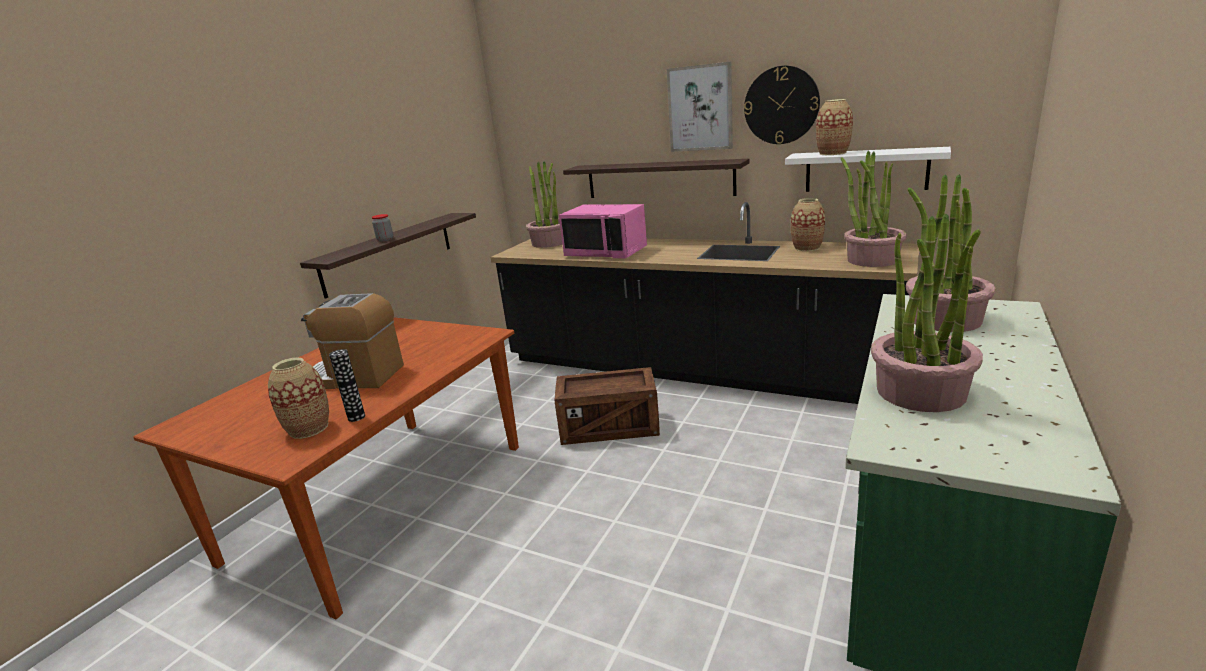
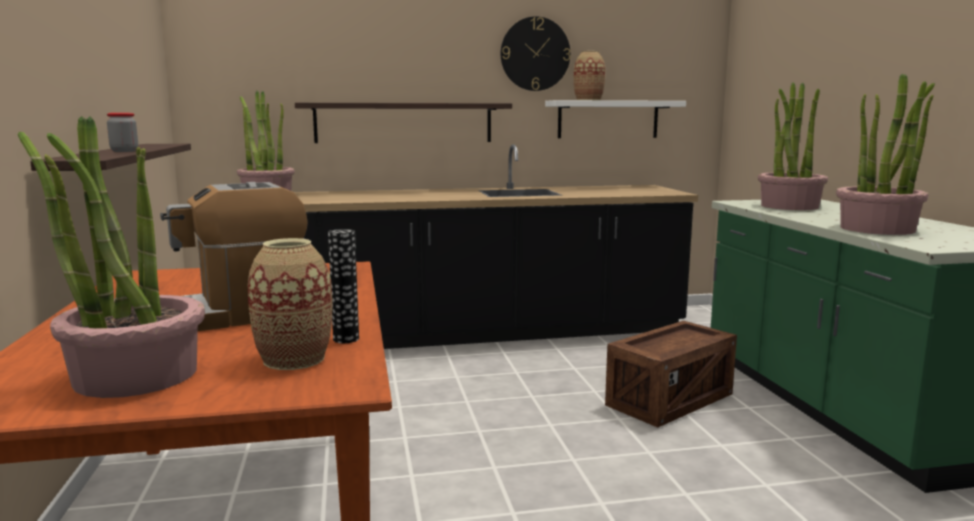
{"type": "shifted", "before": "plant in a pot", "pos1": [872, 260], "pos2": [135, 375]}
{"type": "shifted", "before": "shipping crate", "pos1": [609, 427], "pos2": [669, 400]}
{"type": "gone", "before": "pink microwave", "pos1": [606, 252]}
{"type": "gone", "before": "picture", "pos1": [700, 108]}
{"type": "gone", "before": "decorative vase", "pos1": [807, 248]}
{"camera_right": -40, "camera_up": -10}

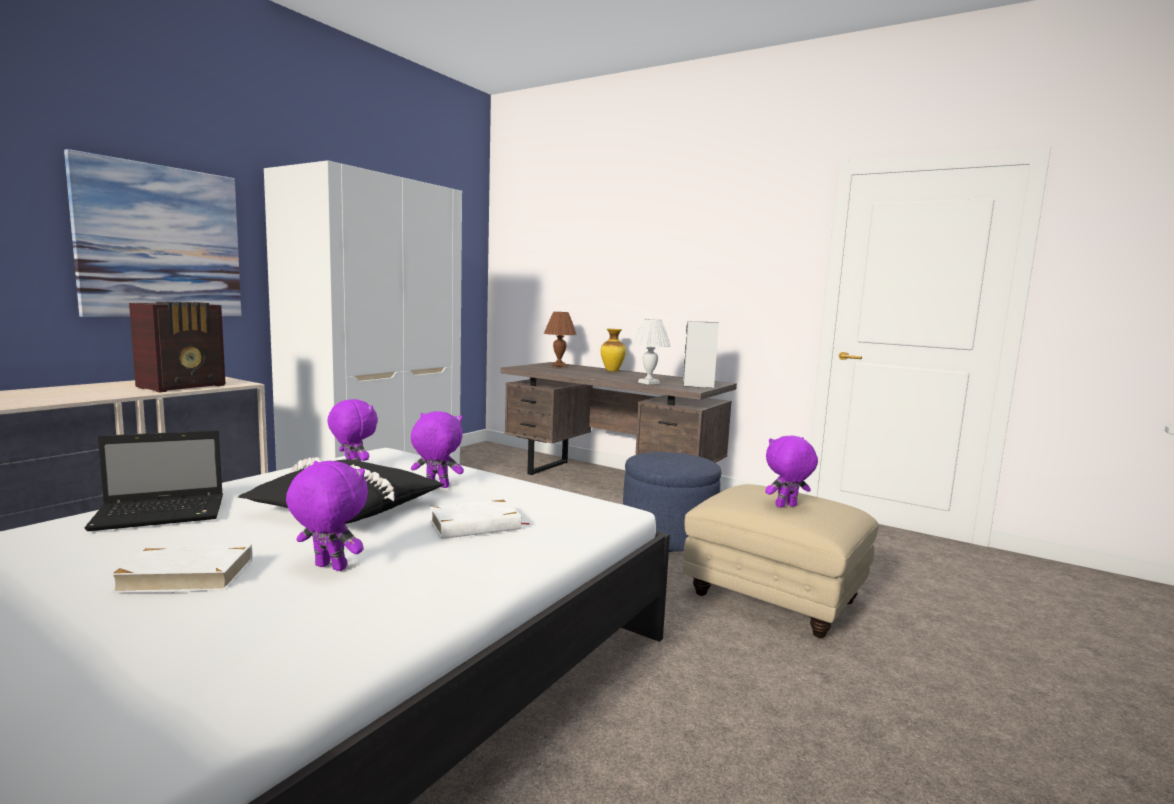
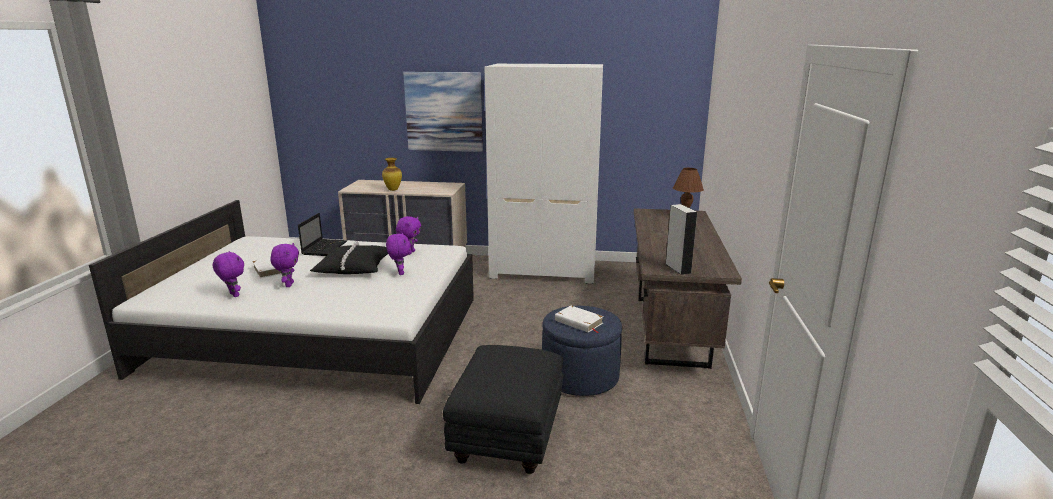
{"type": "shifted", "before": "purple-coloured soft toy", "pos1": [786, 506], "pos2": [233, 295]}
{"type": "rotated", "before": "portable computer", "pos1": [163, 514], "pos2": [325, 248], "turn": -120}
{"type": "shifted", "before": "decorative vase", "pos1": [612, 371], "pos2": [393, 190]}
{"type": "repainted", "before": "beige-coloured footrest", "after": "black footrest", "pos1": [775, 599], "pos2": [507, 438]}
{"type": "shifted", "before": "white-coloured volume", "pos1": [475, 525], "pos2": [579, 322]}
{"type": "gone", "before": "radio set", "pos1": [184, 386]}
{"type": "gone", "before": "white-coloured tabletop lamp", "pos1": [648, 383]}
{"camera_right": 65, "camera_up": 10}

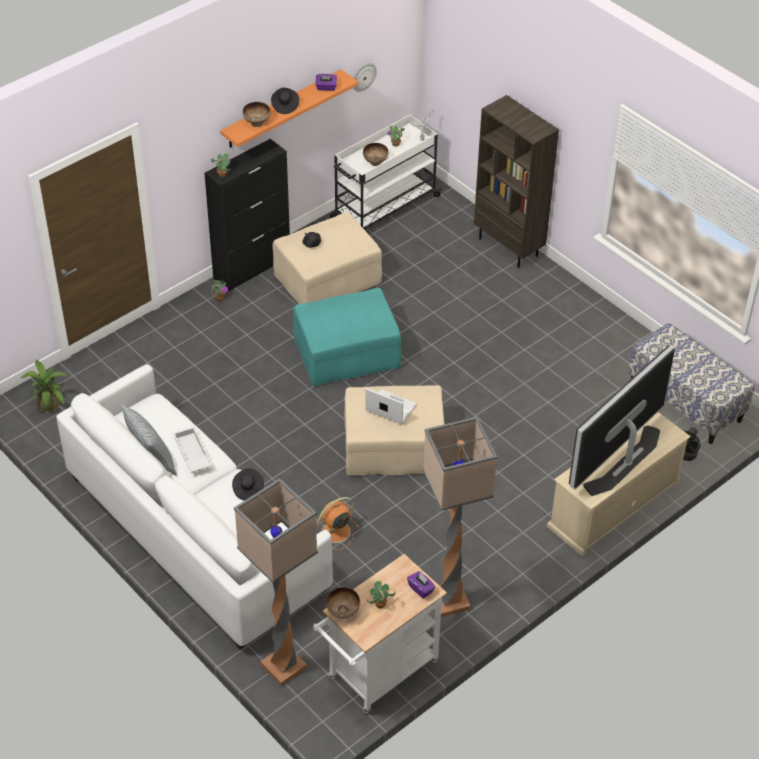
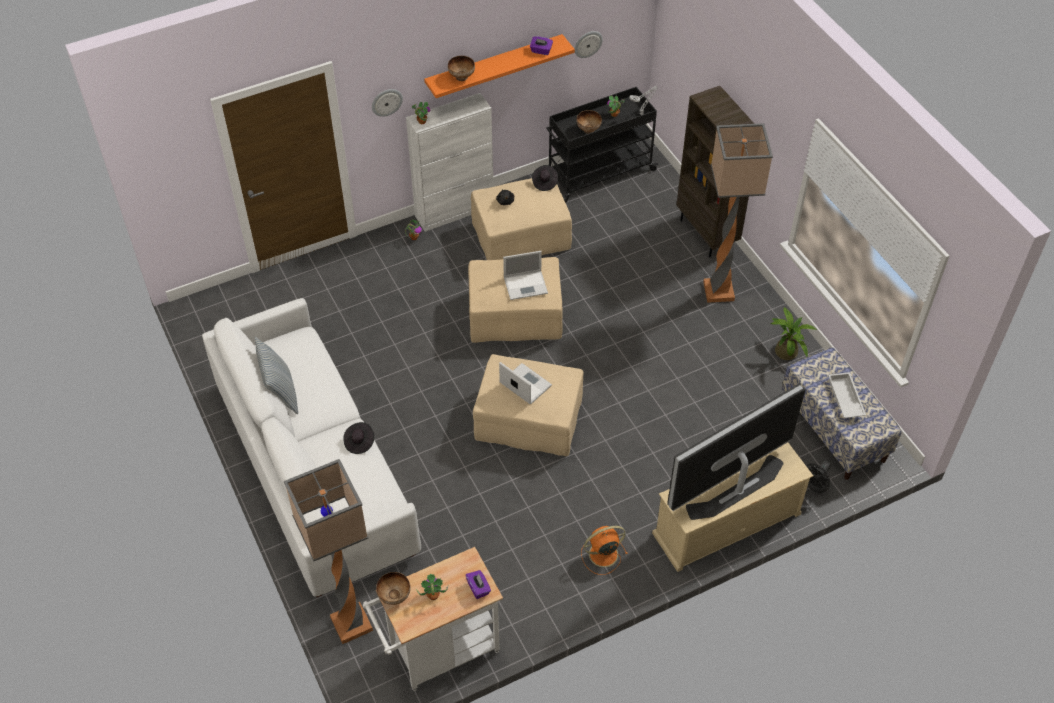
{"type": "new", "after": "hanging clock", "pos2": [386, 102]}
{"type": "repainted", "before": "black cupboard", "after": "white-coloured cupboard", "pos1": [252, 267], "pos2": [455, 211]}
{"type": "repainted", "before": "turquoise-coloured footrest", "after": "beige-coloured footrest", "pos1": [347, 354], "pos2": [515, 315]}
{"type": "new", "after": "portable computer", "pos2": [526, 285]}
{"type": "shifted", "before": "black clothing hat", "pos1": [285, 106], "pos2": [544, 182]}
{"type": "repainted", "before": "white-coloured trolley", "after": "black trolley", "pos1": [384, 208], "pos2": [598, 173]}
{"type": "shifted", "before": "orange-coloured cooling fan", "pos1": [335, 532], "pos2": [602, 555]}
{"type": "shifted", "before": "standard lamp", "pos1": [449, 602], "pos2": [718, 292]}
{"type": "shifted", "before": "plant in a pot", "pos1": [48, 403], "pos2": [786, 350]}
{"type": "shifted", "before": "white-coloured tray", "pos1": [192, 453], "pos2": [844, 398]}
{"camera_right": 15, "camera_up": 5}

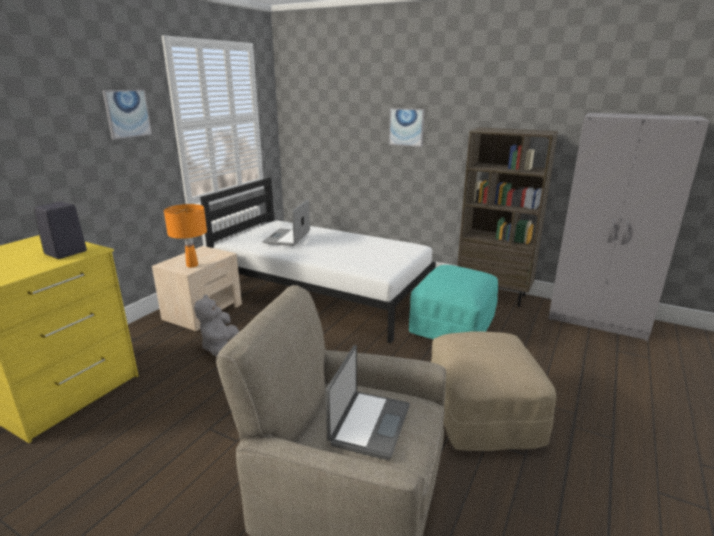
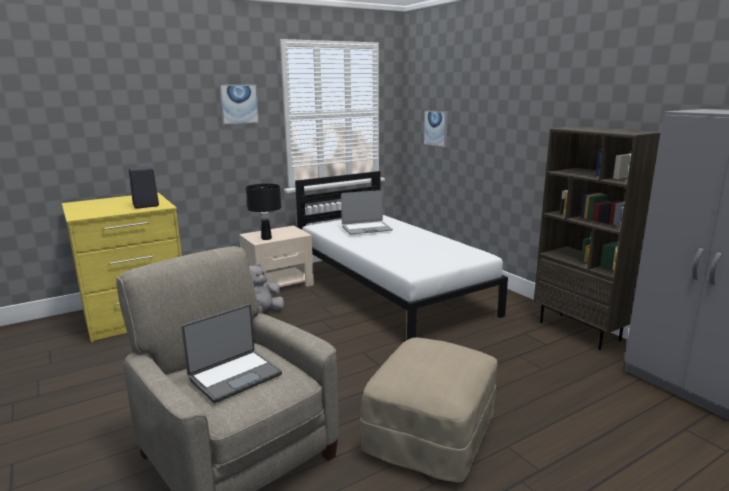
{"type": "repainted", "before": "orange-coloured tabletop lamp", "after": "black tabletop lamp", "pos1": [192, 265], "pos2": [266, 238]}
{"type": "rotated", "before": "portable computer", "pos1": [287, 238], "pos2": [366, 229], "turn": -150}
{"type": "shifted", "before": "picture", "pos1": [406, 127], "pos2": [436, 128]}
{"type": "gone", "before": "turquoise-coloured footrest", "pos1": [452, 326]}
{"camera_right": 30, "camera_up": -5}

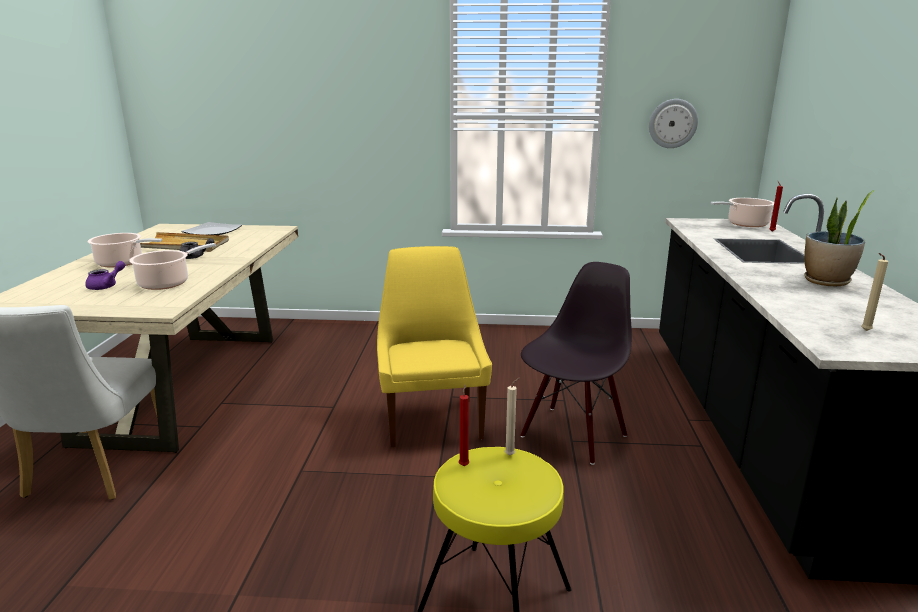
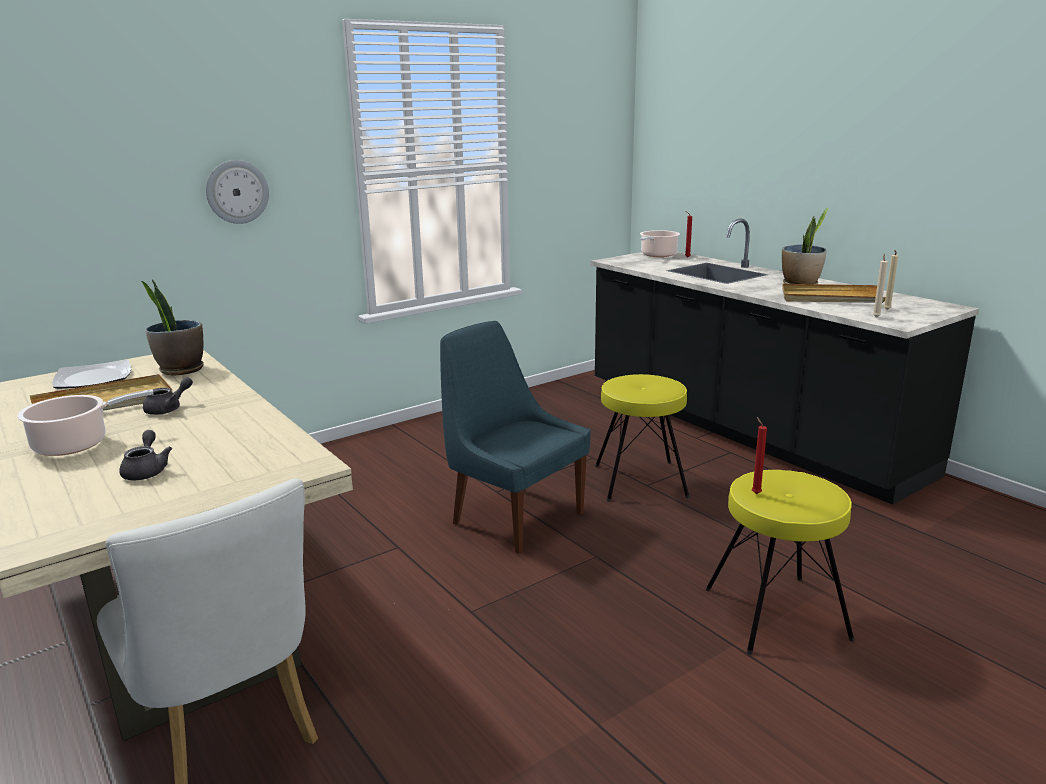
{"type": "repainted", "before": "purple-coloured pot for tea", "after": "grey pot for tea", "pos1": [106, 286], "pos2": [147, 471]}
{"type": "new", "after": "plant in a pot", "pos2": [181, 370]}
{"type": "shifted", "before": "hanging clock", "pos1": [672, 123], "pos2": [237, 192]}
{"type": "repainted", "before": "yellowish upright chair", "after": "bluish upright chair", "pos1": [432, 419], "pos2": [514, 516]}
{"type": "swapped", "before": "black upright chair", "after": "yellowish sitting stool", "pos1": [572, 434], "pos2": [640, 480]}
{"type": "new", "after": "beige-coloured tray", "pos2": [830, 298]}
{"type": "shifted", "before": "beige-coloured wax candle", "pos1": [511, 455], "pos2": [876, 317]}
{"type": "gone", "before": "stockpot", "pos1": [167, 283]}
{"camera_right": -40, "camera_up": 0}

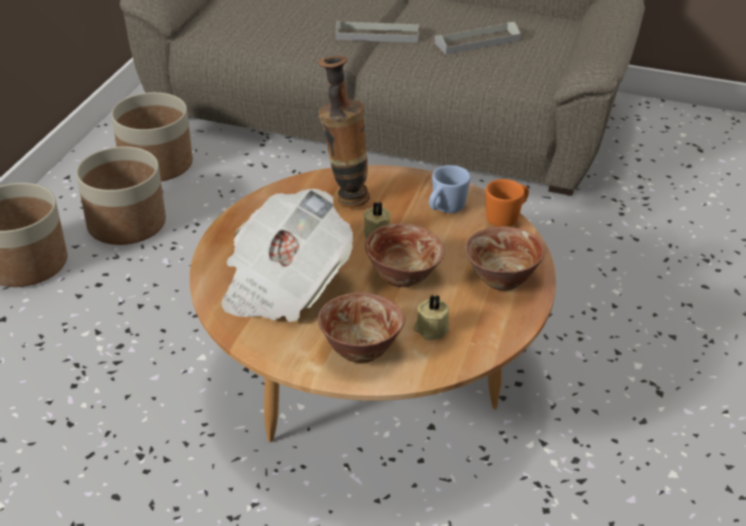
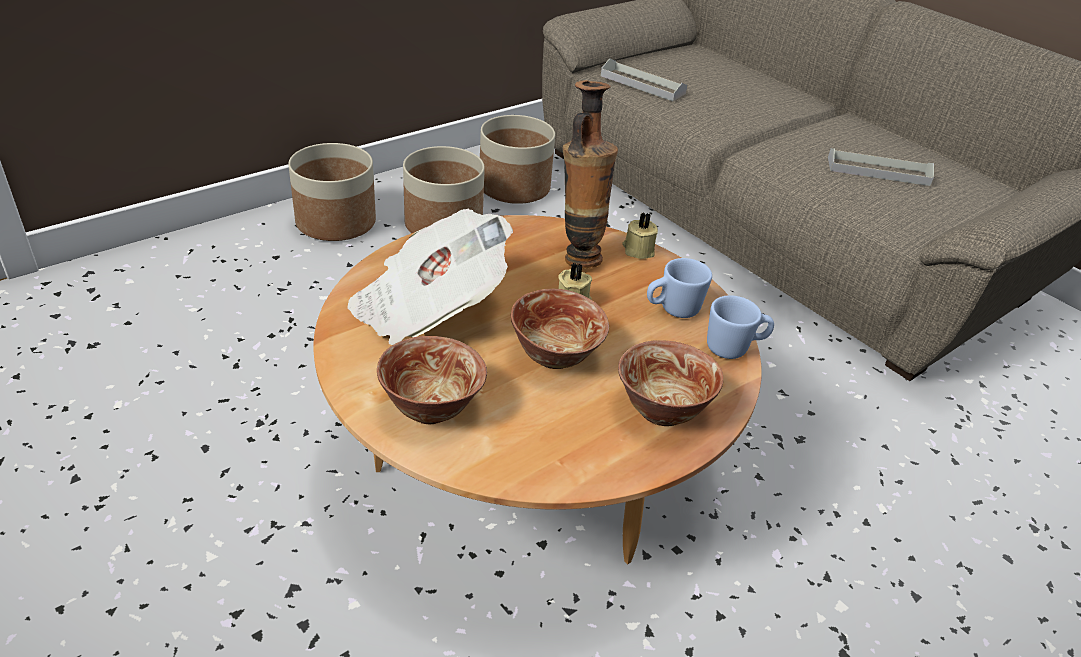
{"type": "shifted", "before": "grey tray", "pos1": [377, 35], "pos2": [642, 84]}
{"type": "shifted", "before": "beige-coloured wax candle", "pos1": [430, 329], "pos2": [638, 250]}
{"type": "repainted", "before": "orange-coloured coffee mug", "after": "bluish coffee mug", "pos1": [506, 218], "pos2": [734, 348]}
{"camera_right": 30, "camera_up": 0}

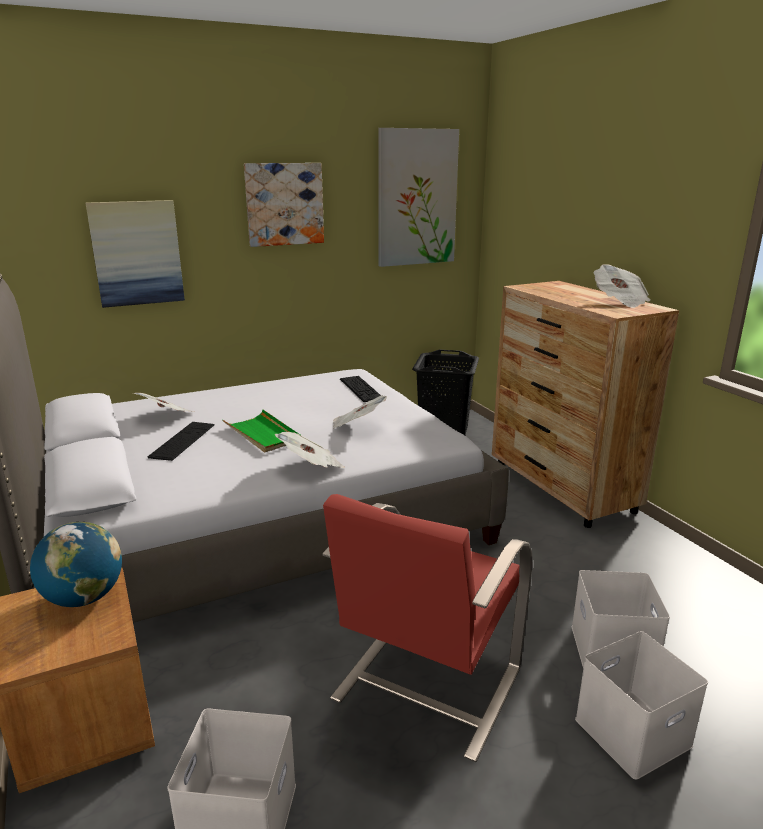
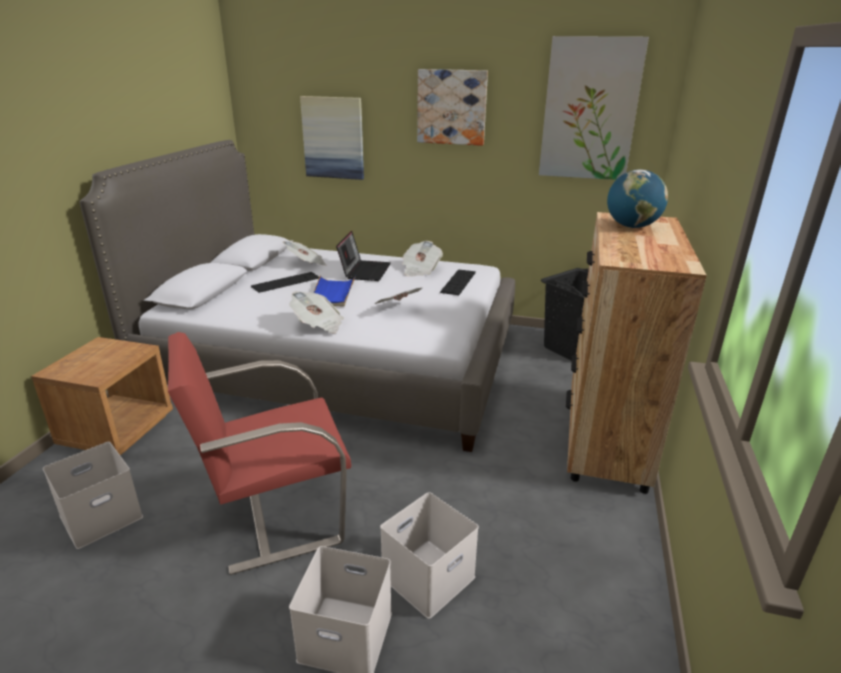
{"type": "repainted", "before": "greenish tray", "after": "bluish tray", "pos1": [263, 434], "pos2": [333, 293]}
{"type": "new", "after": "portable computer", "pos2": [364, 271]}
{"type": "shifted", "before": "daily paper", "pos1": [619, 301], "pos2": [420, 270]}
{"type": "shifted", "before": "world globe", "pos1": [84, 598], "pos2": [631, 227]}
{"camera_right": 40, "camera_up": 5}

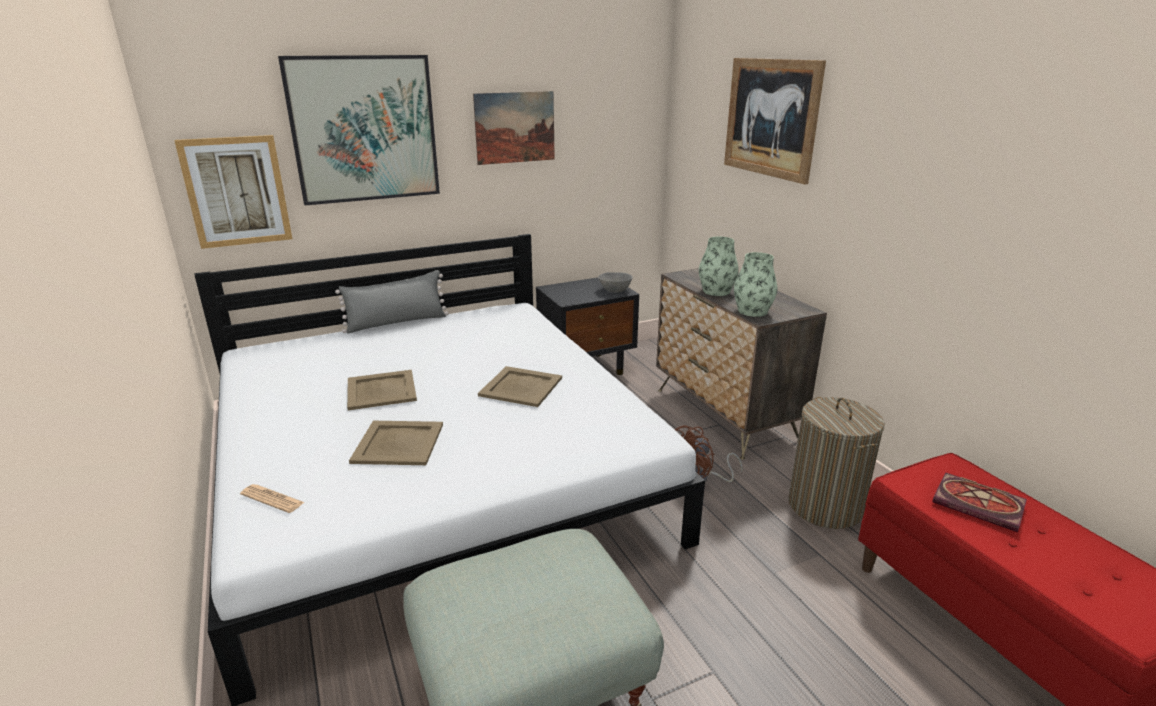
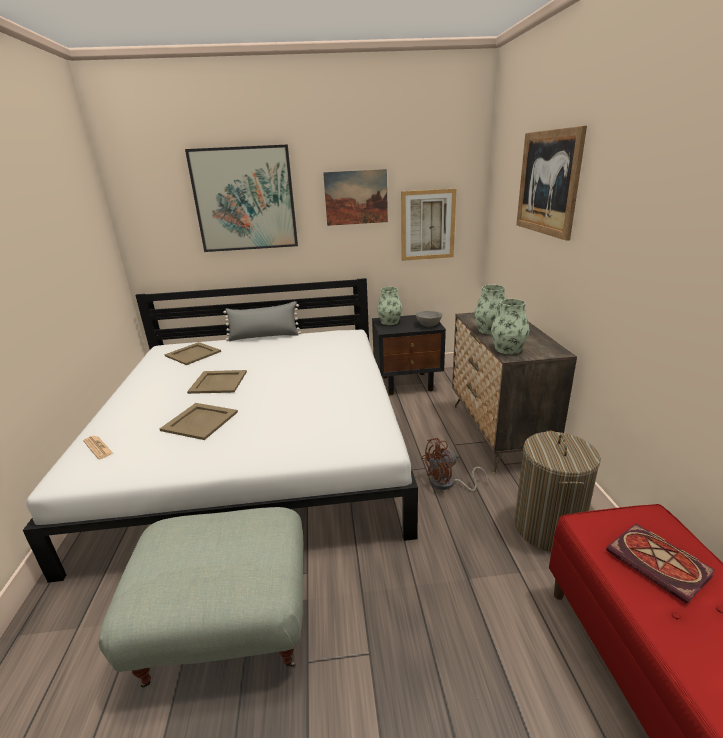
{"type": "shifted", "before": "beige-coloured tray", "pos1": [521, 386], "pos2": [193, 354]}
{"type": "new", "after": "decorative vase", "pos2": [389, 322]}
{"type": "shifted", "before": "picture", "pos1": [236, 192], "pos2": [427, 225]}
{"camera_right": 20, "camera_up": 0}

